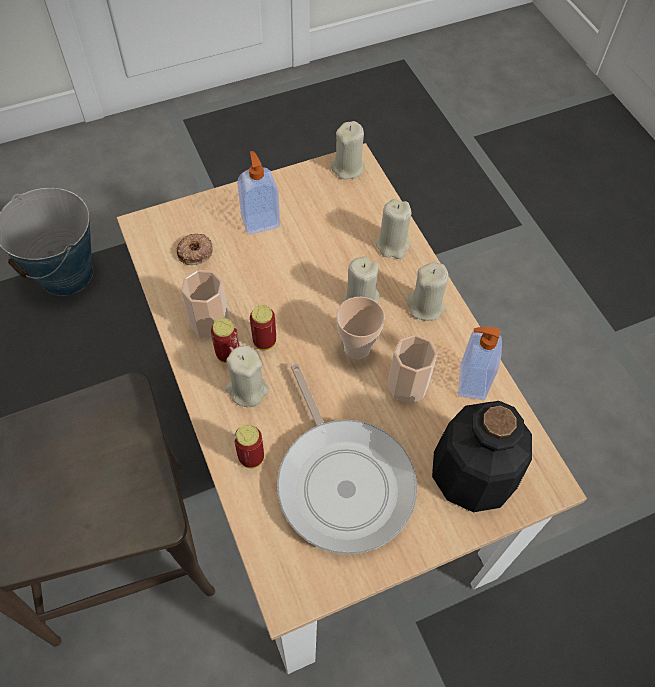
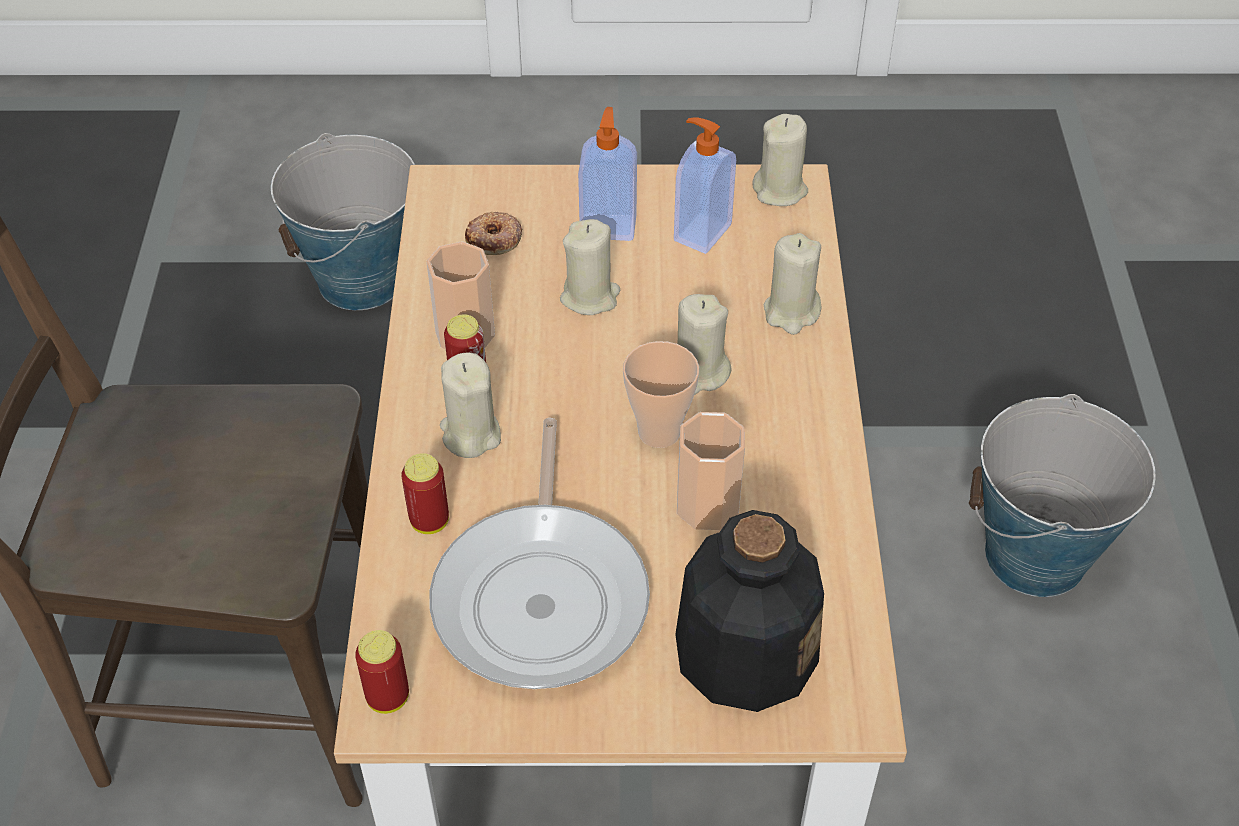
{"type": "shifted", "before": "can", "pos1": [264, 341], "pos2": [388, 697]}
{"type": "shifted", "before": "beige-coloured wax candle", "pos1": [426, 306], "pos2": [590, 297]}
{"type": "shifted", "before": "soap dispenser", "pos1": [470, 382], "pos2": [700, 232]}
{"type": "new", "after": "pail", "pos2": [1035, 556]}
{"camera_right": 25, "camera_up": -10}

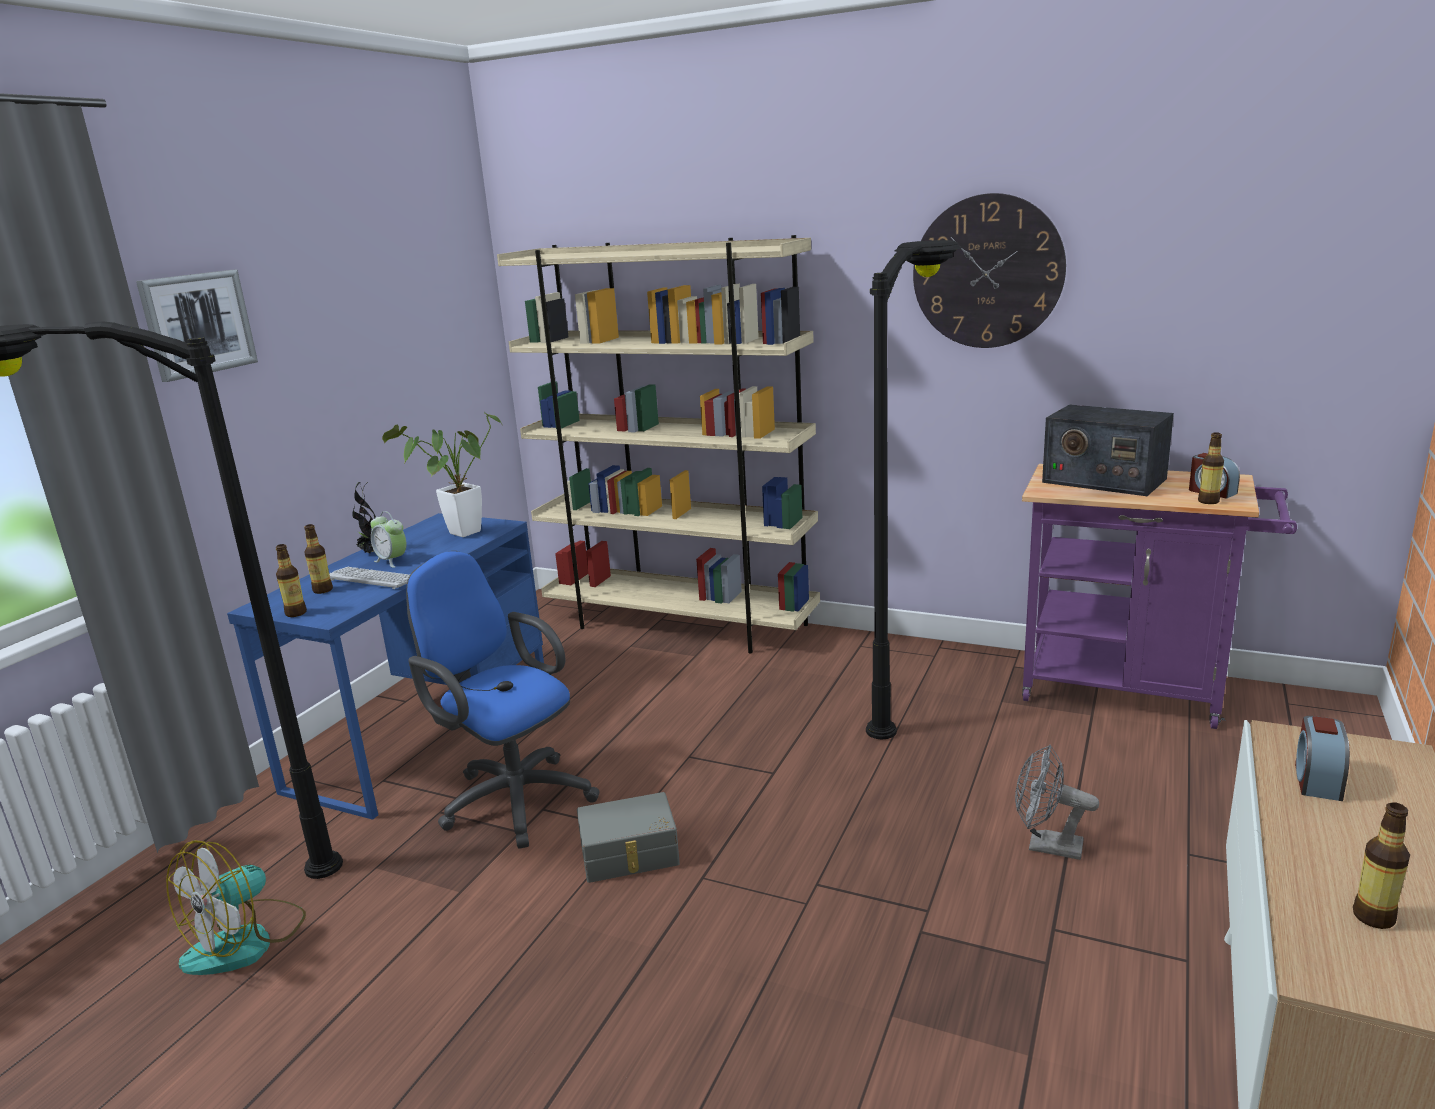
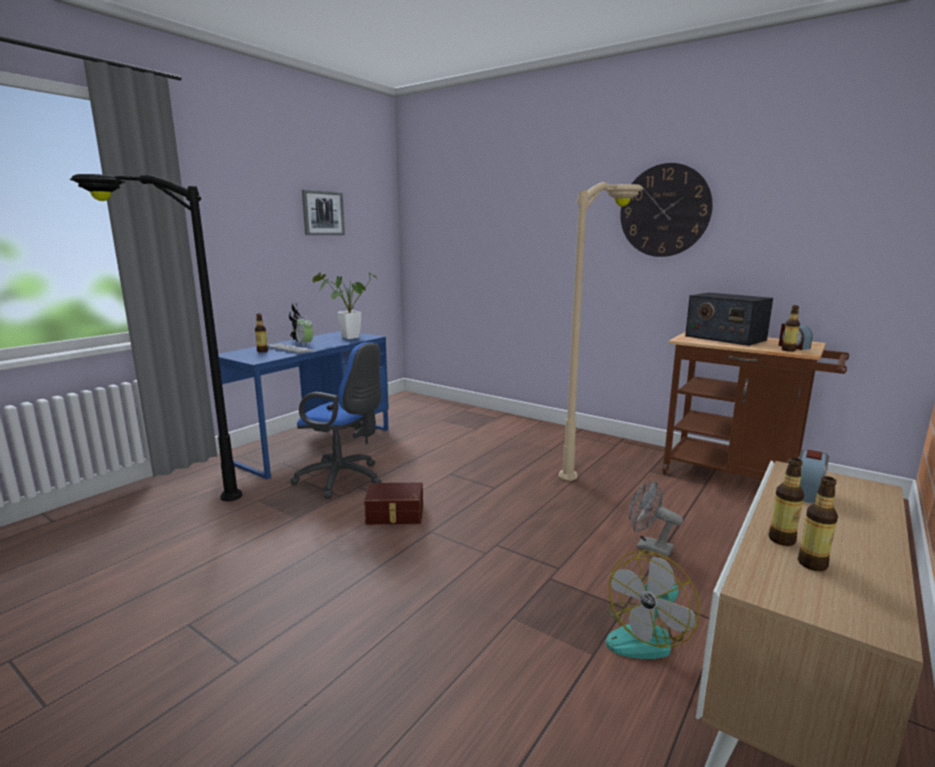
{"type": "rotated", "before": "bluish computer chair", "pos1": [512, 798], "pos2": [344, 479], "turn": 150}
{"type": "shifted", "before": "picture", "pos1": [198, 324], "pos2": [323, 213]}
{"type": "repainted", "before": "grey storage container", "after": "brown-coloured storage container", "pos1": [630, 855], "pos2": [395, 514]}
{"type": "repainted", "before": "black standard lamp", "after": "beige-coloured standard lamp", "pos1": [911, 689], "pos2": [595, 459]}
{"type": "shifted", "before": "cooling fan", "pos1": [246, 941], "pos2": [646, 635]}
{"type": "repainted", "before": "purple-coloured trolley", "after": "brown-coloured trolley", "pos1": [1135, 691], "pos2": [738, 477]}
{"type": "shifted", "before": "bottle", "pos1": [296, 613], "pos2": [781, 540]}
{"type": "gone", "before": "beige-coloured bookcase", "pos1": [680, 624]}
{"camera_right": 10, "camera_up": -5}

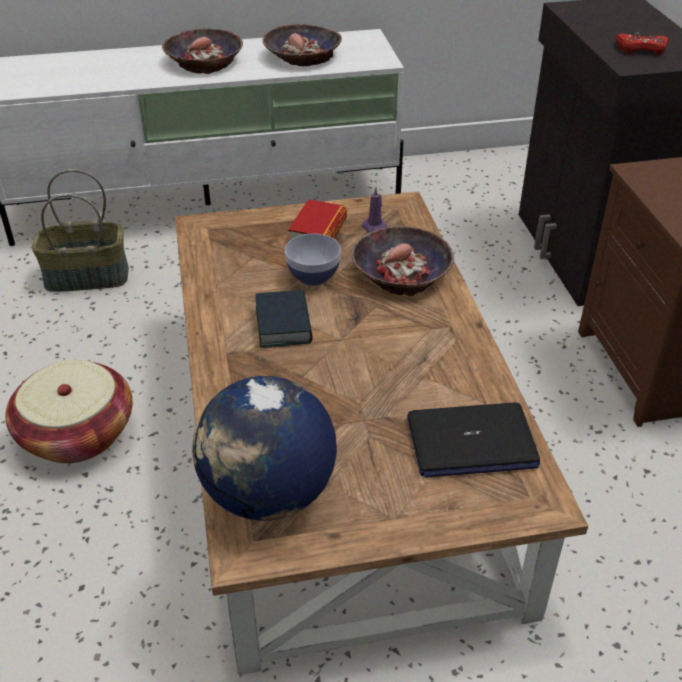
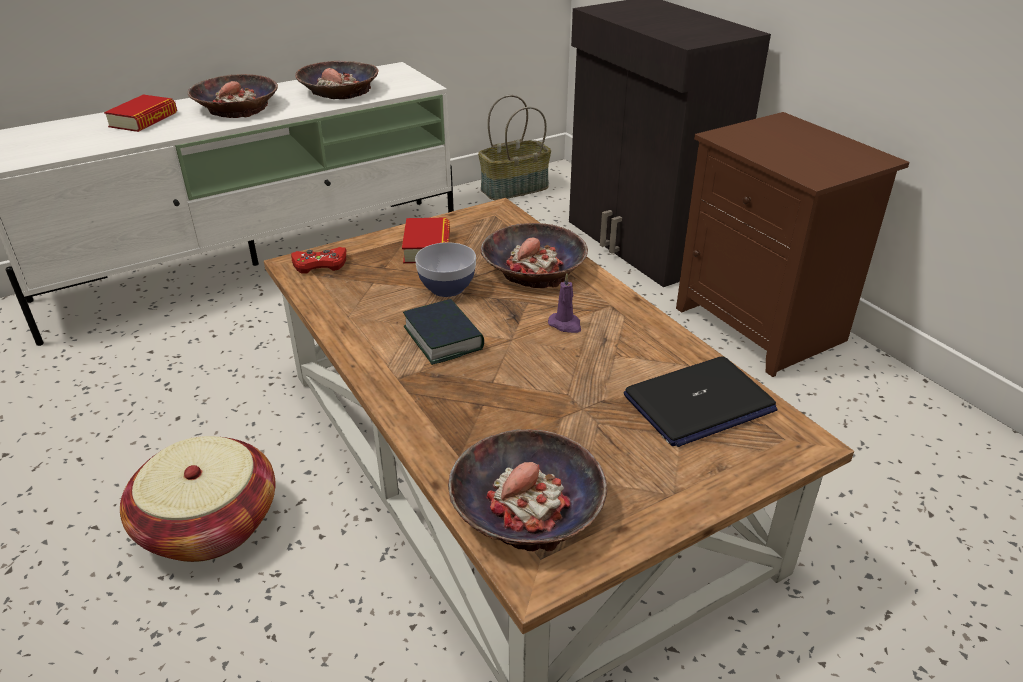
{"type": "new", "after": "volume", "pos2": [143, 120]}
{"type": "shifted", "before": "red joypad", "pos1": [641, 49], "pos2": [320, 264]}
{"type": "swapped", "before": "world globe", "after": "serving bowl", "pos1": [268, 494], "pos2": [527, 507]}
{"type": "shifted", "before": "storage basket", "pos1": [86, 278], "pos2": [514, 189]}
{"type": "shifted", "before": "purple-coloured wax candle", "pos1": [375, 228], "pos2": [565, 325]}
{"camera_right": -20, "camera_up": -5}

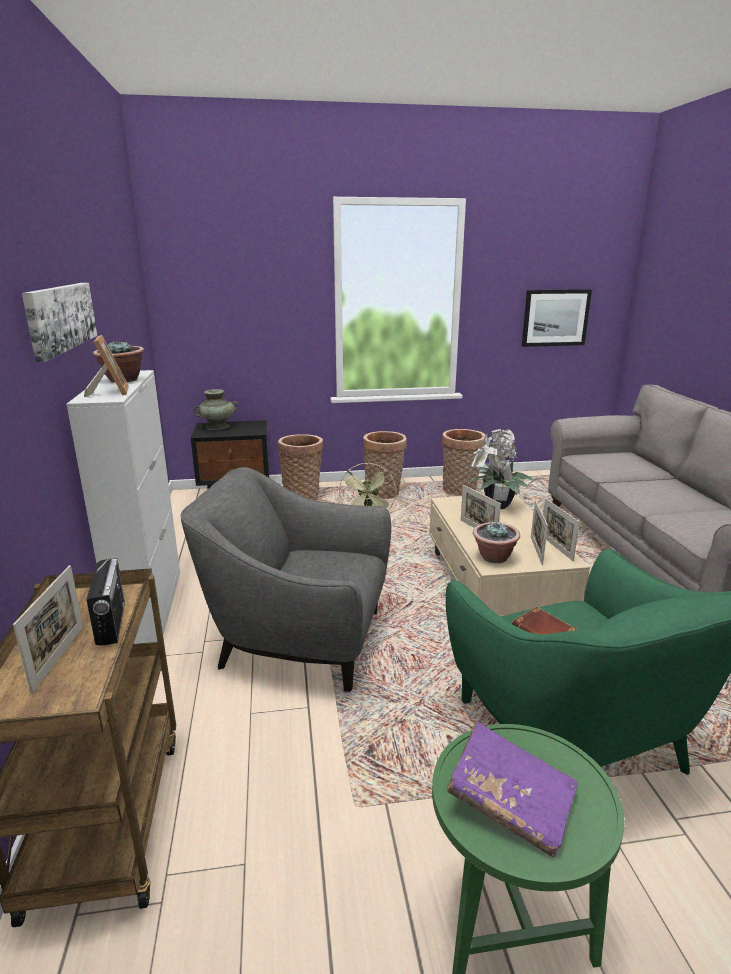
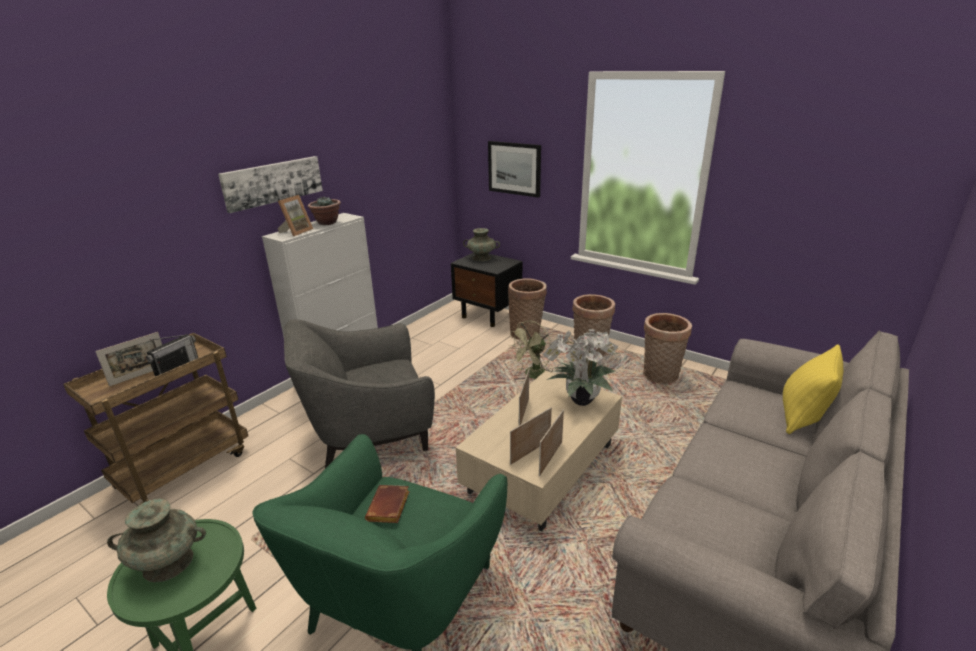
{"type": "swapped", "before": "purple-coloured volume", "after": "turquoise-coloured decorative vase", "pos1": [510, 801], "pos2": [167, 563]}
{"type": "rotated", "before": "grey armchair", "pos1": [299, 640], "pos2": [369, 432], "turn": -75}
{"type": "shifted", "before": "picture", "pos1": [555, 318], "pos2": [514, 168]}
{"type": "new", "after": "yellowish pillow", "pos2": [803, 417]}
{"type": "gone", "before": "plant in a pot", "pos1": [494, 558]}
{"camera_right": 45, "camera_up": 5}

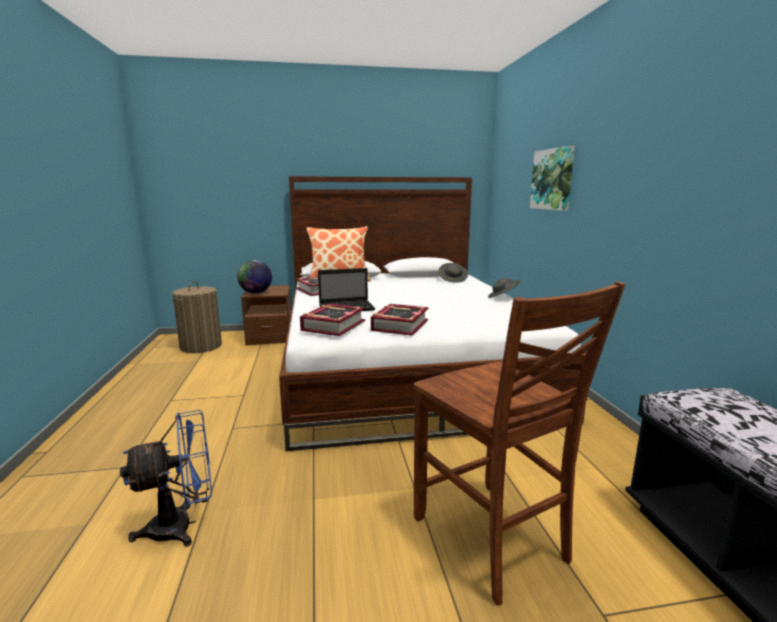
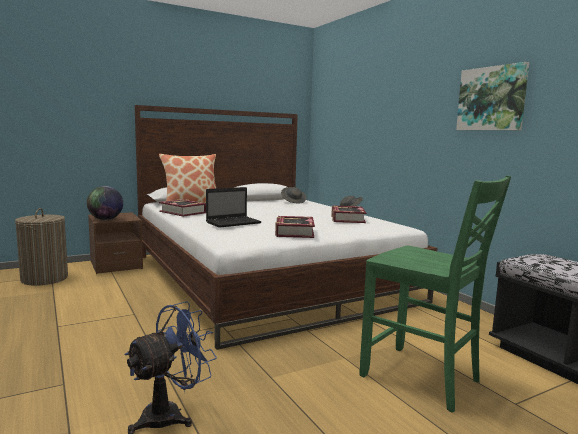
{"type": "shifted", "before": "volume", "pos1": [333, 325], "pos2": [347, 219]}
{"type": "repainted", "before": "brown-coloured upright chair", "after": "greenish upright chair", "pos1": [491, 540], "pos2": [422, 379]}
{"type": "shifted", "before": "picture", "pos1": [553, 179], "pos2": [492, 99]}
{"camera_right": -20, "camera_up": -5}

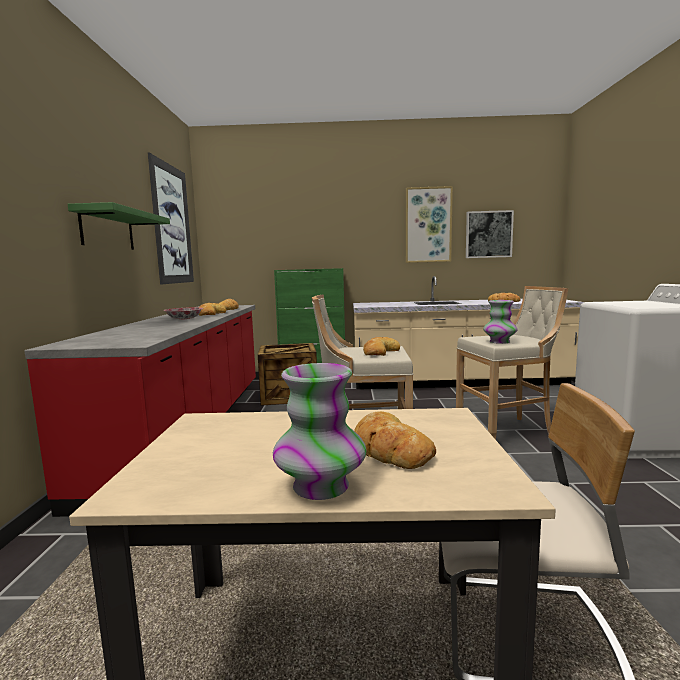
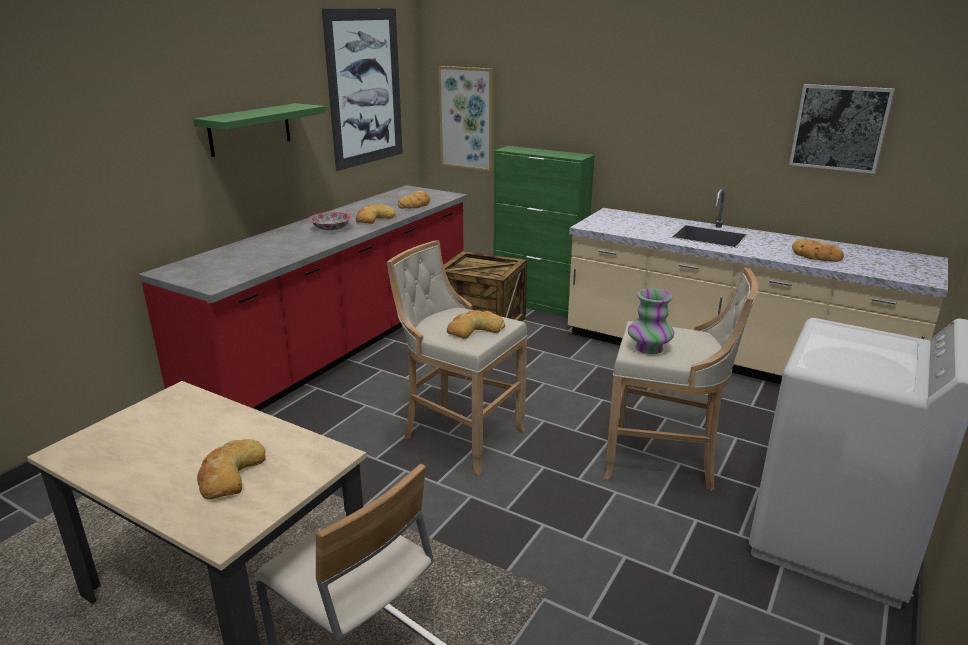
{"type": "shifted", "before": "picture", "pos1": [428, 225], "pos2": [467, 118]}
{"type": "gone", "before": "decorative vase", "pos1": [321, 486]}
{"camera_right": 30, "camera_up": 15}

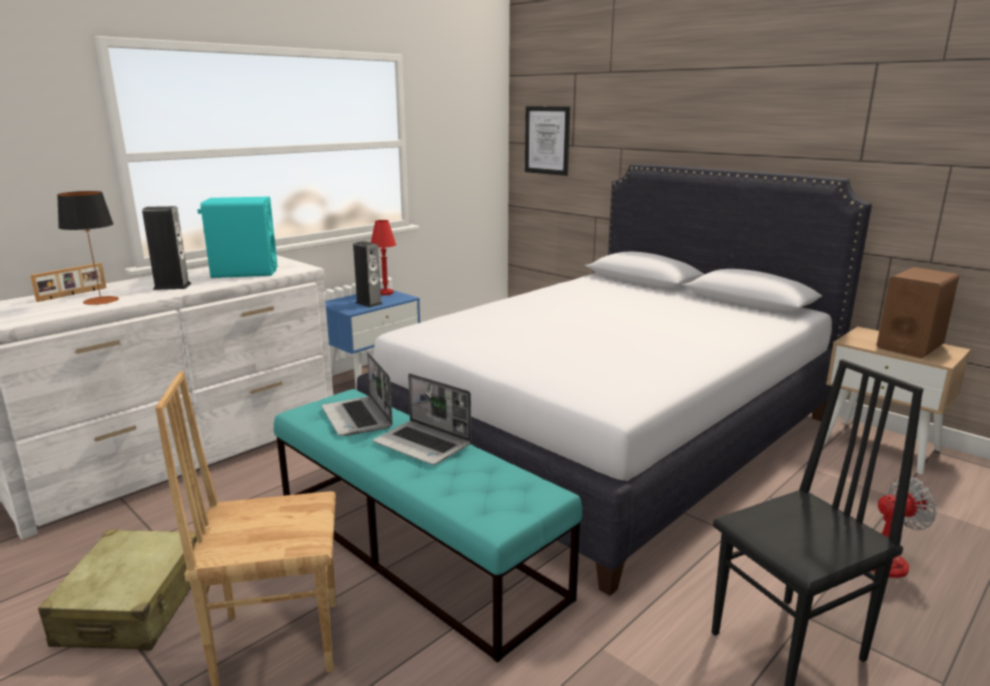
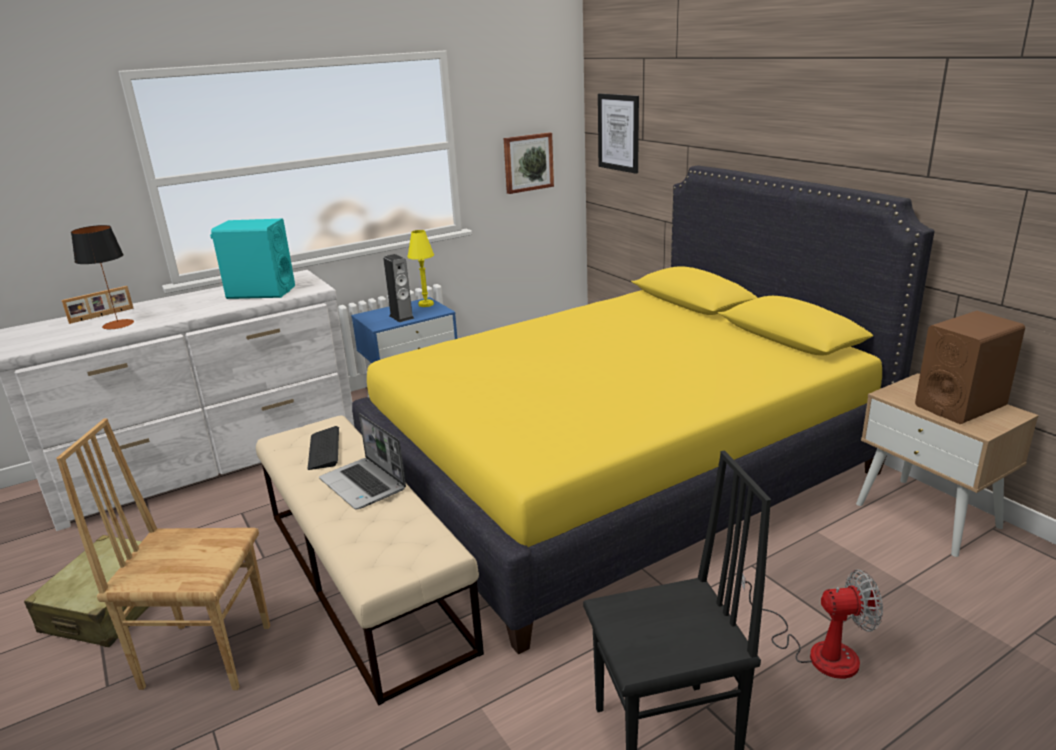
{"type": "repainted", "before": "turquoise-coloured long seat", "after": "beige-coloured long seat", "pos1": [415, 546], "pos2": [365, 578]}
{"type": "swapped", "before": "portable computer", "after": "computer keyboard", "pos1": [358, 418], "pos2": [324, 449]}
{"type": "repainted", "before": "white-coloured sleeping bed", "after": "yellowish sleeping bed", "pos1": [610, 435], "pos2": [619, 474]}
{"type": "repainted", "before": "red tabletop lamp", "after": "yellowish tabletop lamp", "pos1": [385, 293], "pos2": [426, 304]}
{"type": "new", "after": "picture", "pos2": [528, 162]}
{"type": "gone", "before": "audio speaker", "pos1": [172, 286]}
{"camera_right": 15, "camera_up": 5}

